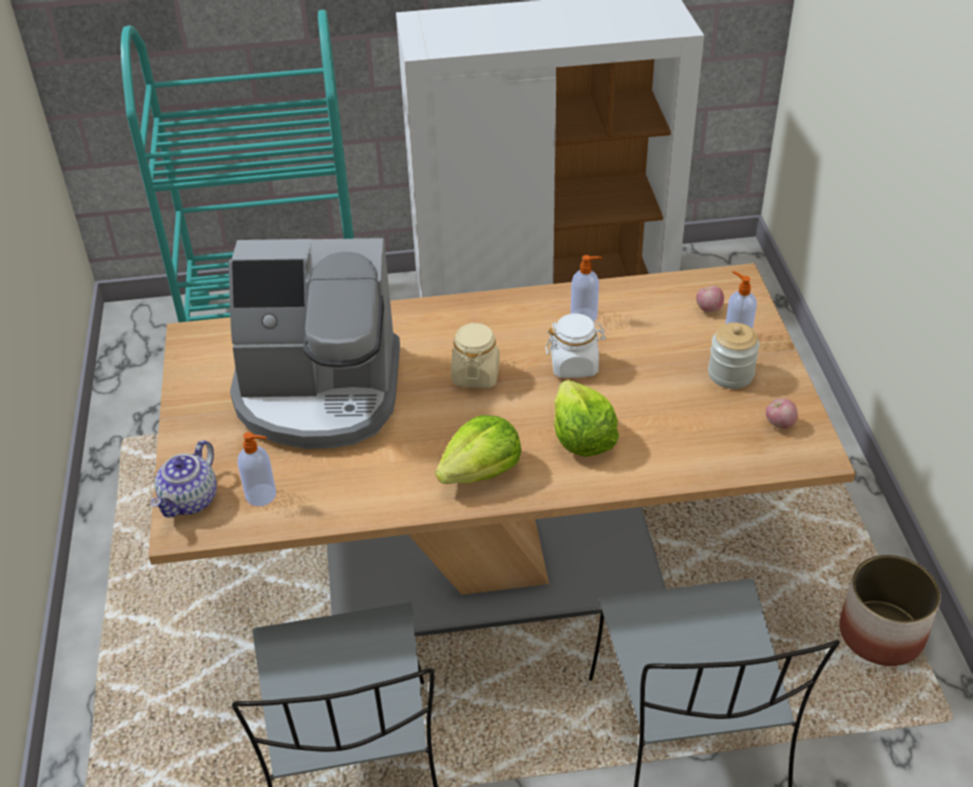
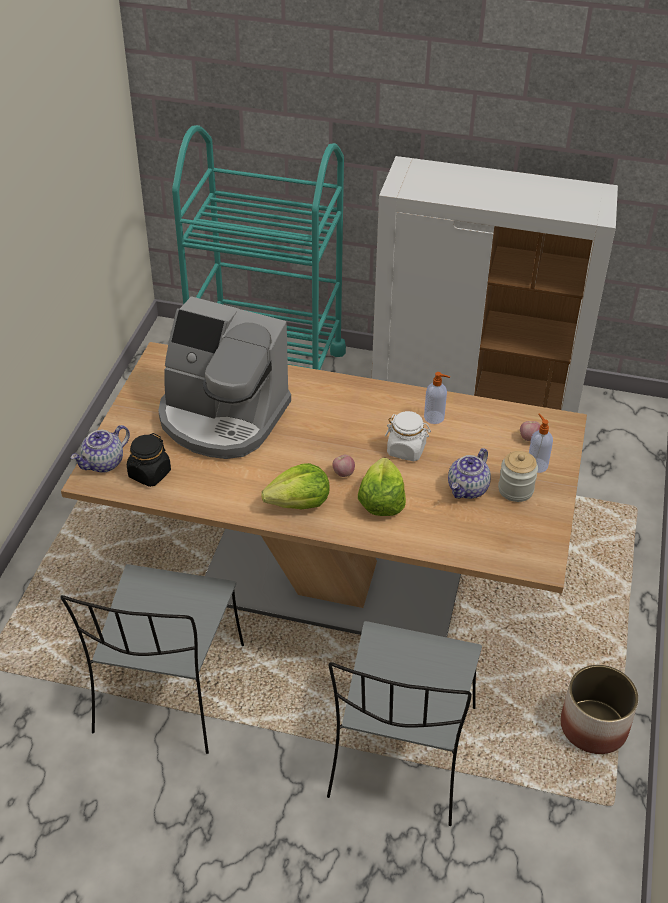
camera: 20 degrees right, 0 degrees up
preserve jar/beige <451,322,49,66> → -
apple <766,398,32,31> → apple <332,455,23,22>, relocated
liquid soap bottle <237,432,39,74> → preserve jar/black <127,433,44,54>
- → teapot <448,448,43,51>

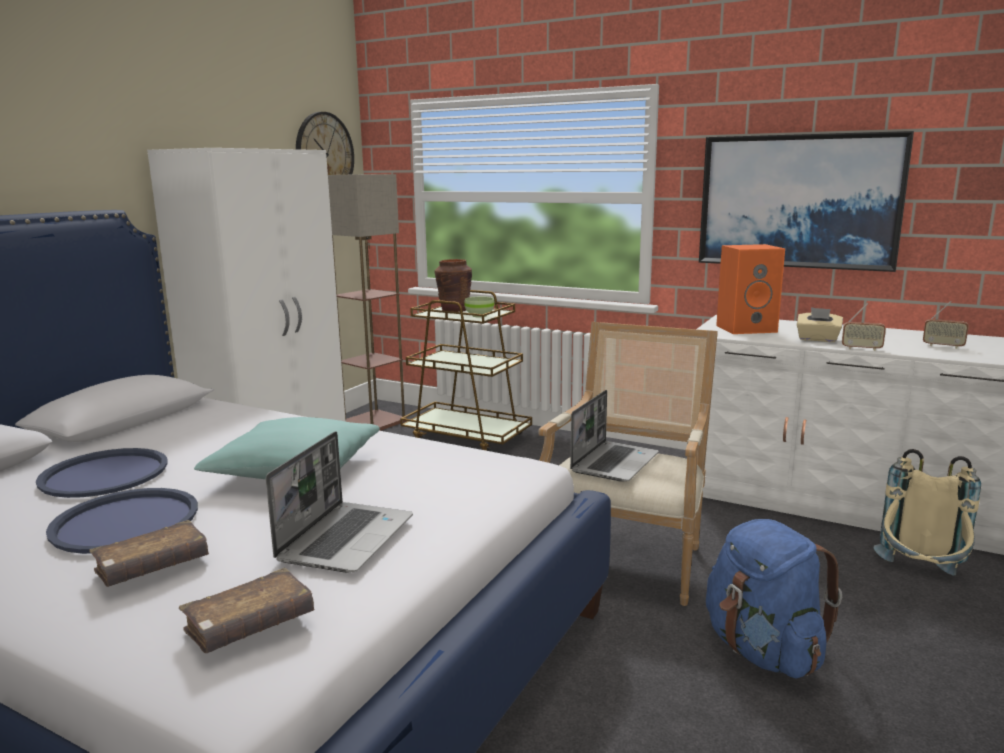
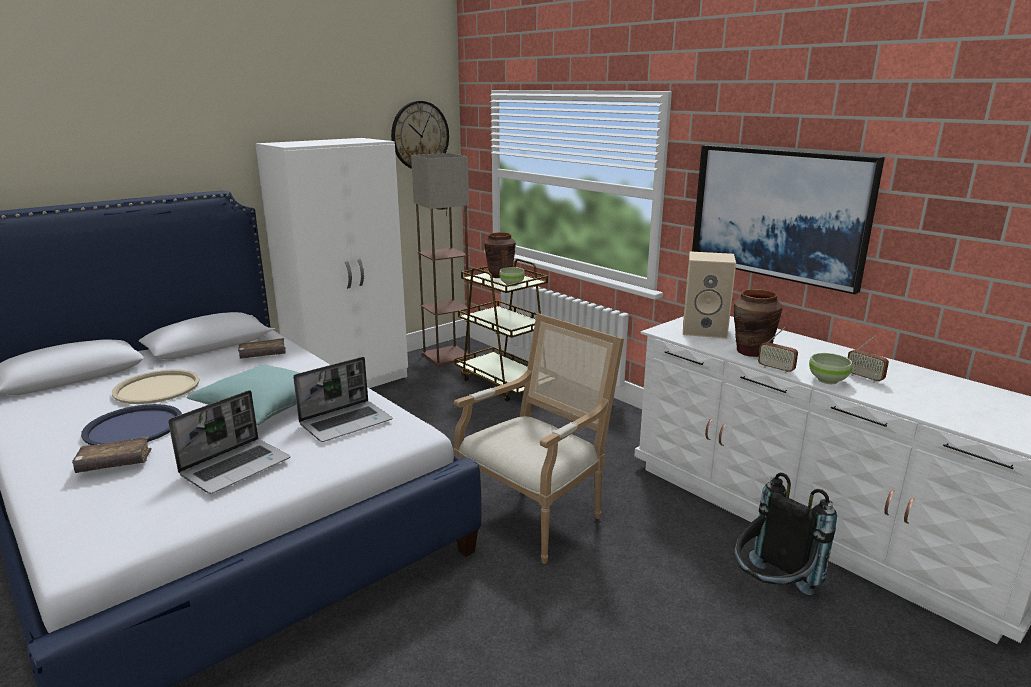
camera: 20 degrees right, 5 degrees up
loudspeaker/orangey <716,244,69,90> → loudspeaker/beige <683,251,53,87>
tissue box/beige <797,307,46,35> → decorative vase/brown <734,289,49,68>
portable computer <570,390,89,92> → portable computer <293,357,100,85>, relocated
tray/blue-coloured <36,448,132,50> → tray/beige <112,369,88,35>
rucksack/beige <873,449,108,126> → rucksack/black <735,473,102,122>
rucksack/blue-coloured <706,519,136,160> → -
volume/brown <179,568,135,85> → volume/brown <238,338,48,21>, relocated
- → bowl/green <809,353,44,31>

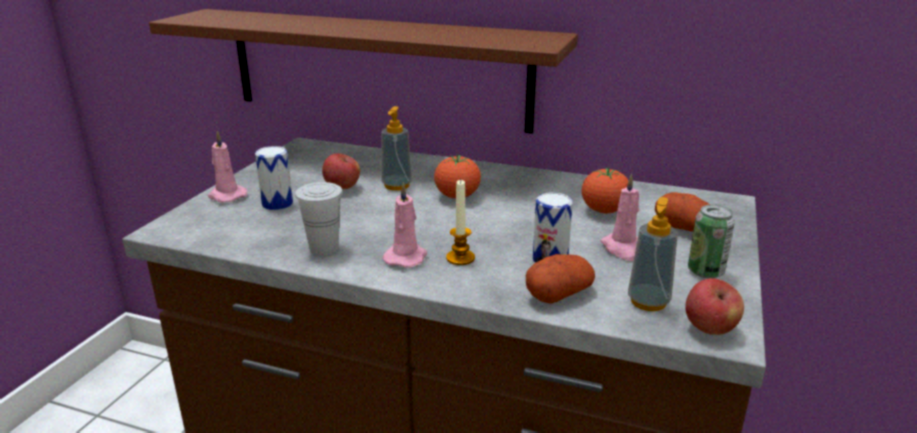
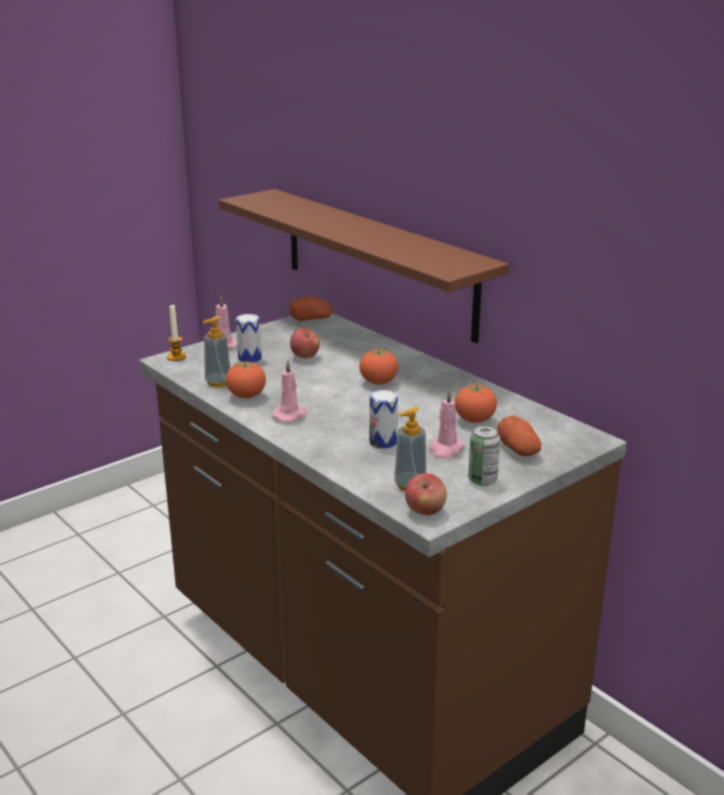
camera: 30 degrees right, 0 degrees up
liquid soap bottle <382,106,30,85> → liquid soap bottle <203,316,27,71>, relocated
wax candle <446,179,29,86> → wax candle <167,305,19,56>, relocated
drinking cup/white-coloured <295,182,48,74> → tomato <226,361,40,37>
whole potato <526,254,69,50> → whole potato <289,296,43,25>, relocated

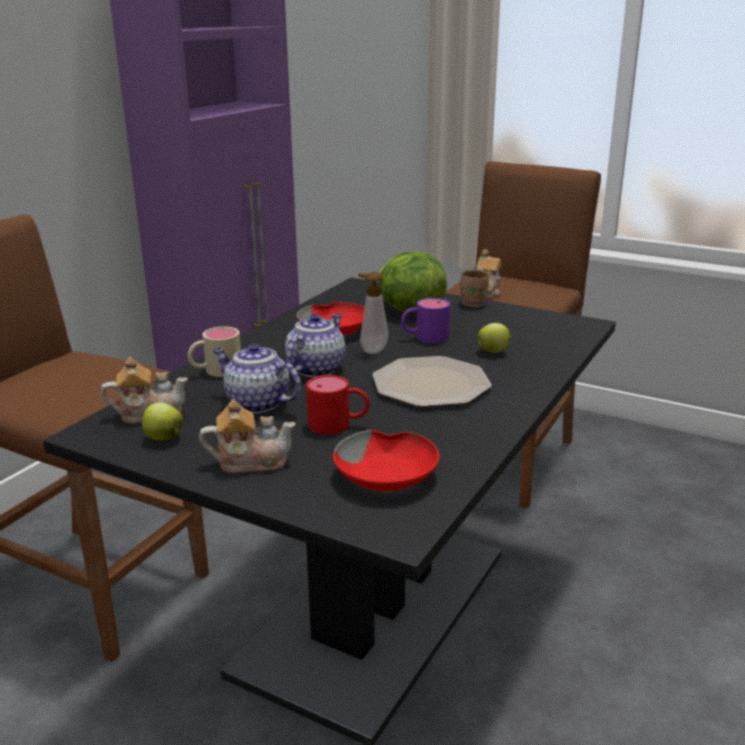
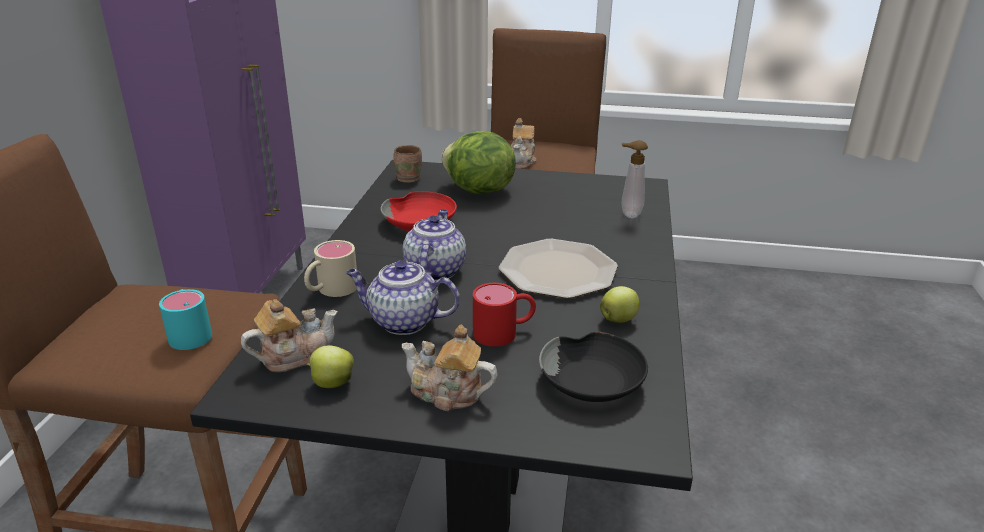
camera: 20 degrees left, 5 degrees up
mug/brown <460,270,29,37> → mug/brown <393,145,29,38>, relocated
liquid soap bottle <358,272,30,82> → liquid soap bottle <622,140,26,78>, relocated
mug/purple-coloured <401,298,49,45> → -
apple <477,323,35,30> → apple <600,286,39,37>, relocated
teapot <199,399,97,74> → teapot <402,325,96,86>, 135 degrees counterclockwise
bowl/red-coloured <333,430,107,62> → bowl/black <539,332,109,70>
- → mug/turquoise <159,289,53,61>

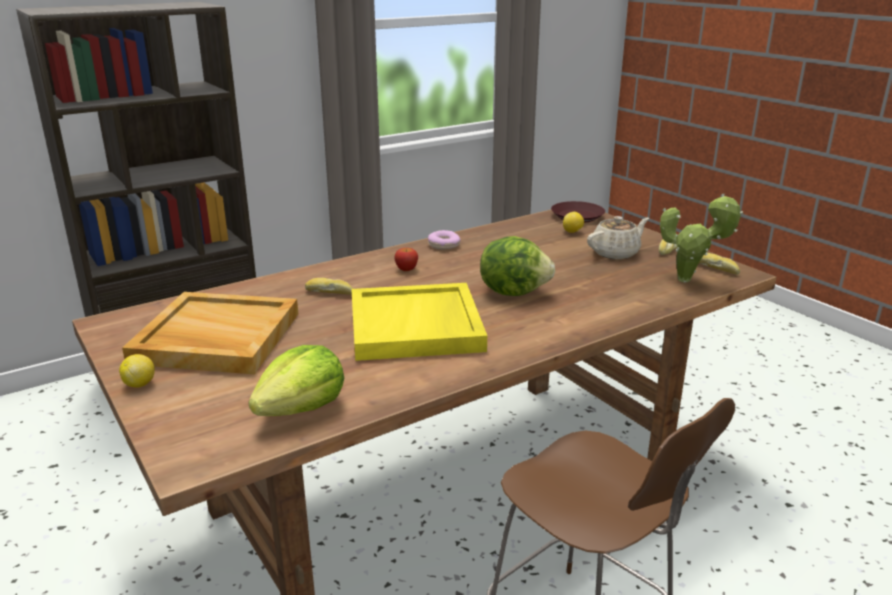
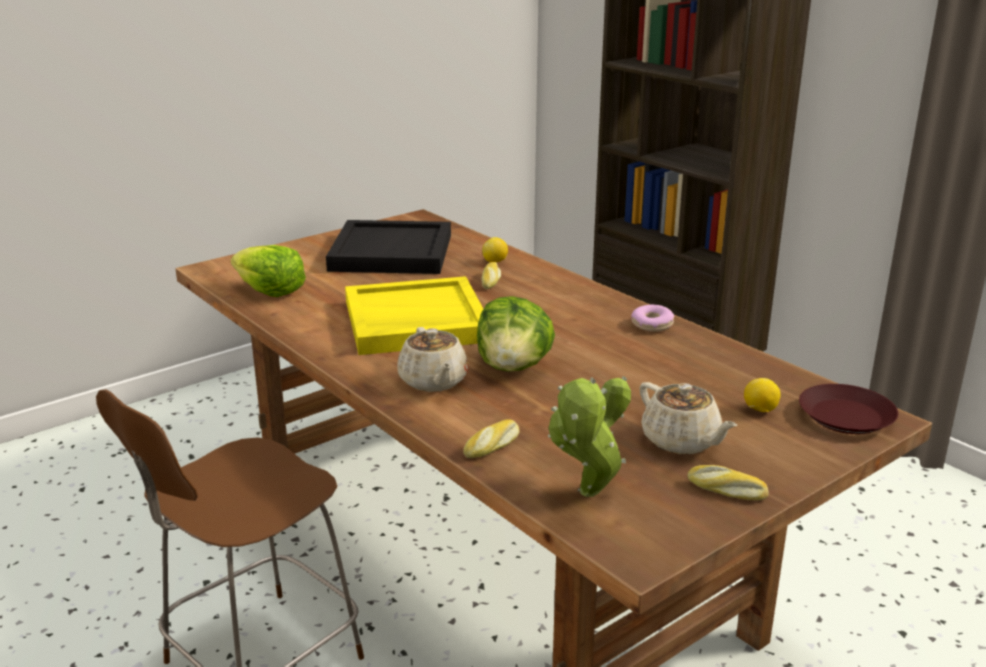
camera: 85 degrees right, 0 degrees up
apple <394,248,24,23> → -
bread <699,253,41,22> → bread <463,419,57,39>, relocated
tray/beige <122,292,176,82> → tray/black <326,220,125,54>
whole lemon <119,354,36,34> → whole lemon <482,237,26,26>, relocated
- → teapot/beige <397,327,71,65>

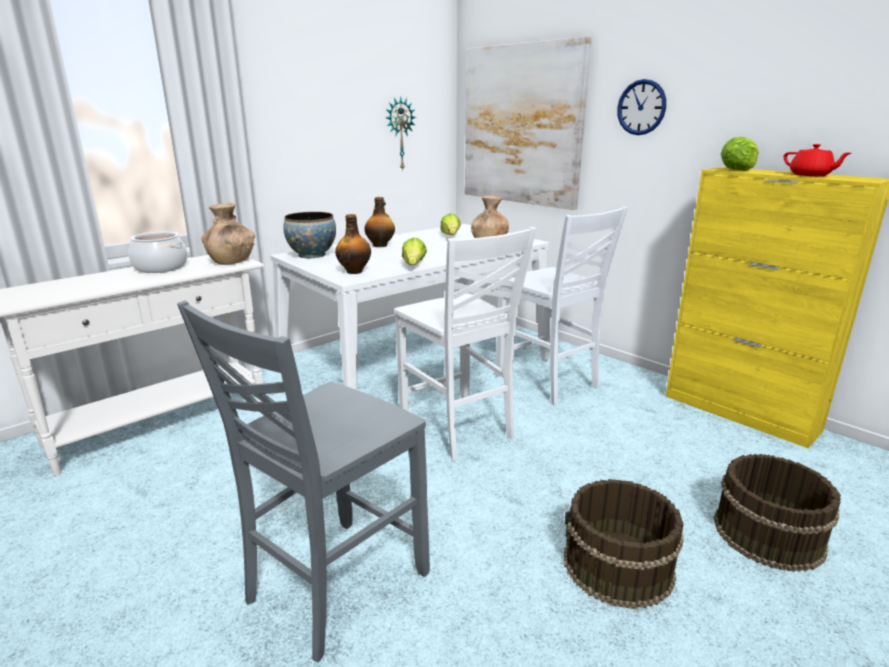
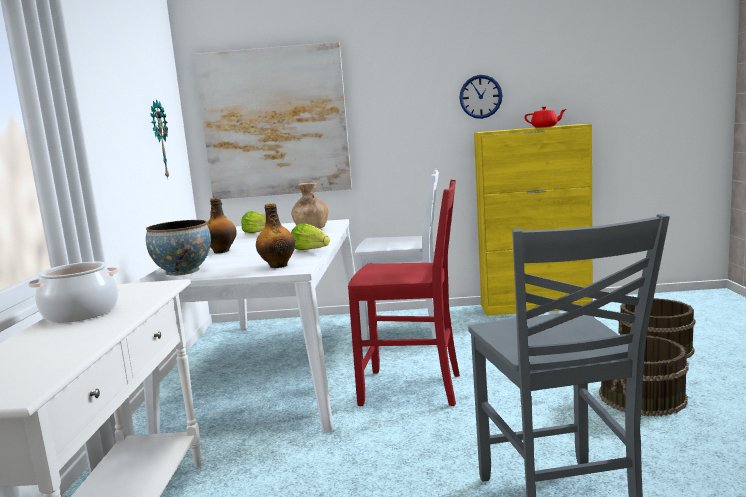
camera: 45 degrees left, 10 degrees down
clock on the wall <617,79,49,56> → clock on the wall <459,75,43,44>, relocated
lettuce <720,137,38,34> → -
decorative vase/brown <201,203,54,62> → -
upright chair/white-coloured <394,227,142,233> → upright chair/red-coloured <348,180,112,226>

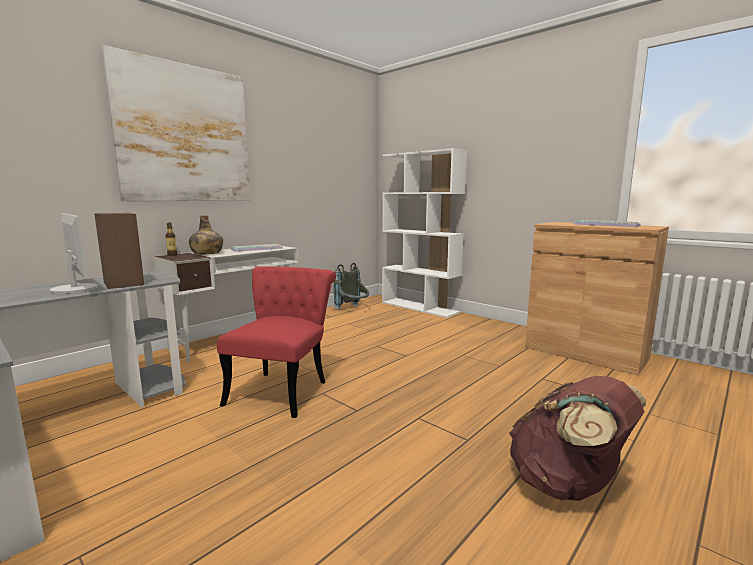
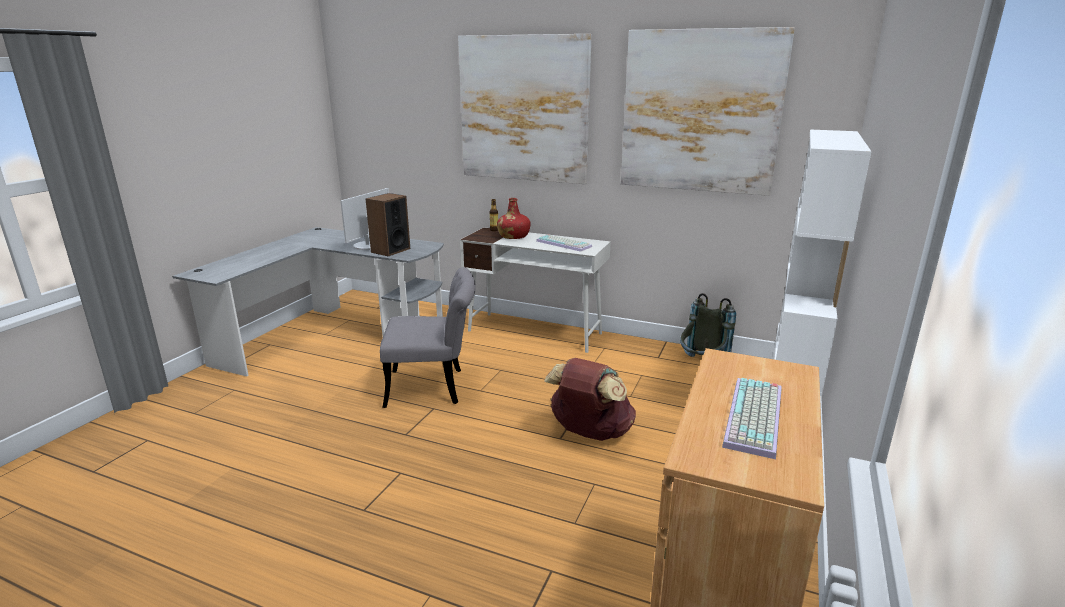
camera: 70 degrees right, 10 degrees up
bottle/green <189,215,34,40> → bottle/red-coloured <497,198,33,41>
upright chair/red-coloured <217,266,119,152> → upright chair/grey <380,267,96,141>
rucksack/brown <509,376,137,125> → rucksack/brown <544,358,92,83>, relocated
- → picture <621,27,174,169>

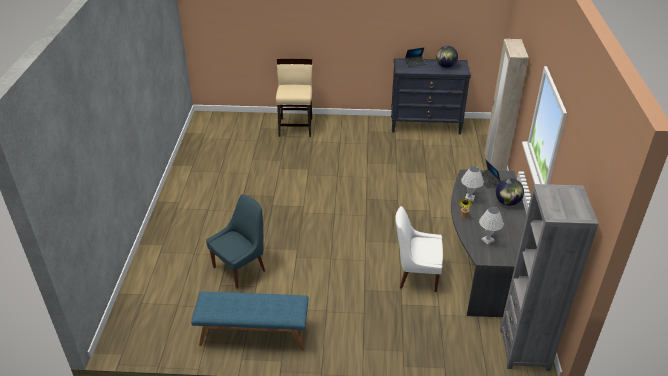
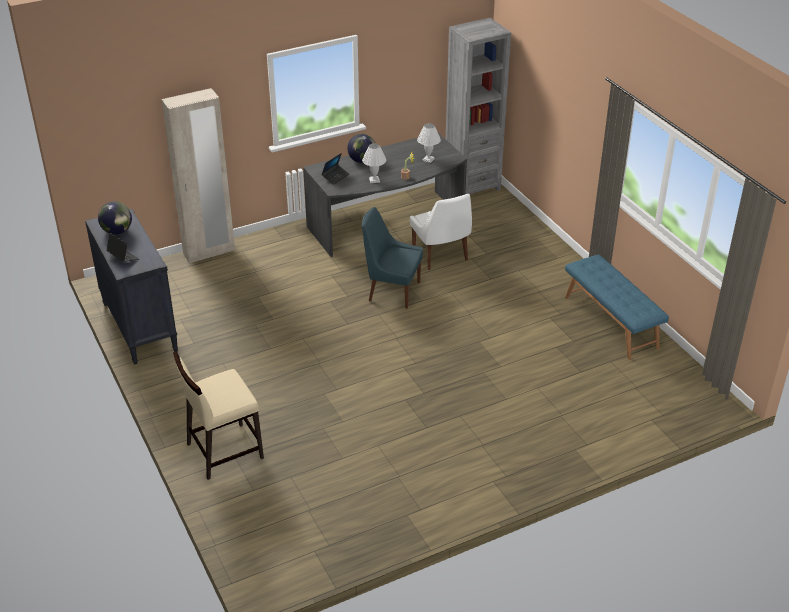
camera: 120 degrees left, 0 degrees up
upright chair/blue-coloured <206,194,59,95> → upright chair/blue-coloured <362,207,61,102>, relocated

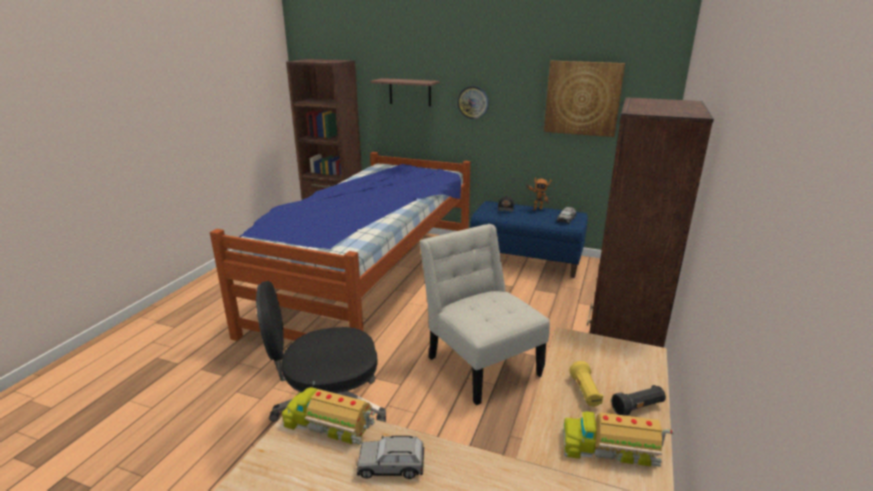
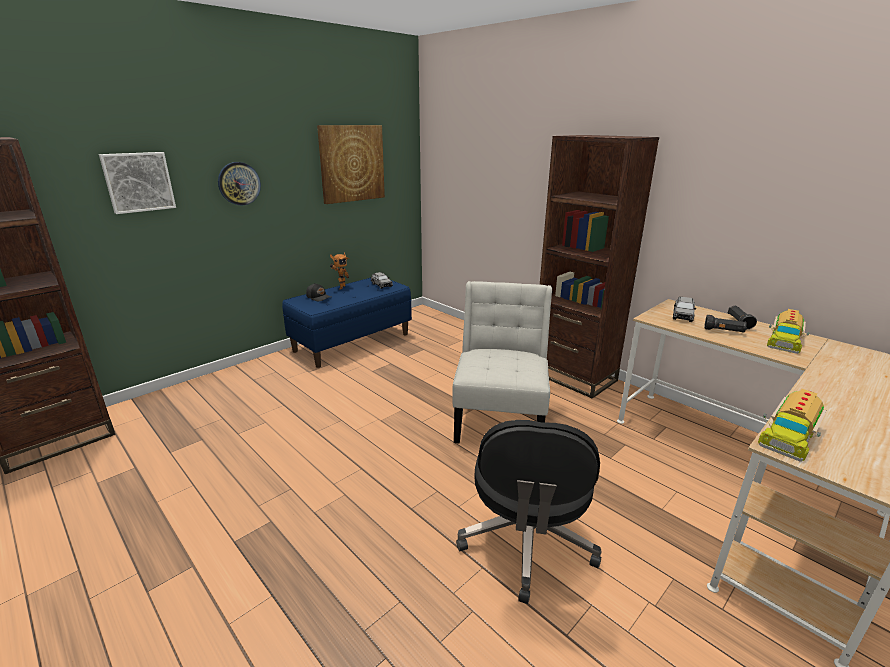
camera: 65 degrees left, 0 degrees up
bracket shelf <370,78,70,29> → picture <99,152,77,62>
sleeping bed <210,152,261,189> → -
upright chair/white-coloured <419,224,131,181> → upright chair/white-coloured <452,281,100,162>, 105 degrees clockwise
torch/yellow <570,361,33,46> → torch/black <704,315,43,18>
model car/grey <357,436,67,43> → model car/grey <673,297,23,25>, relocated

